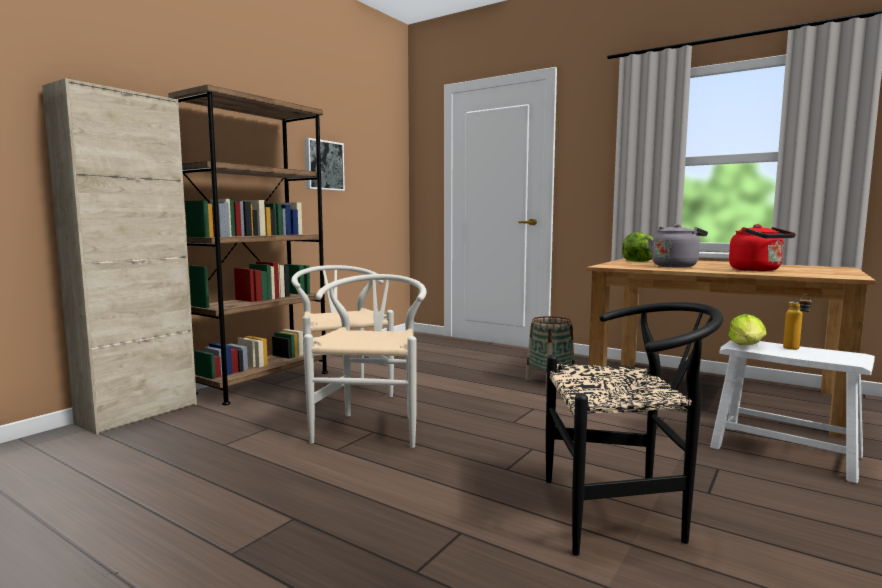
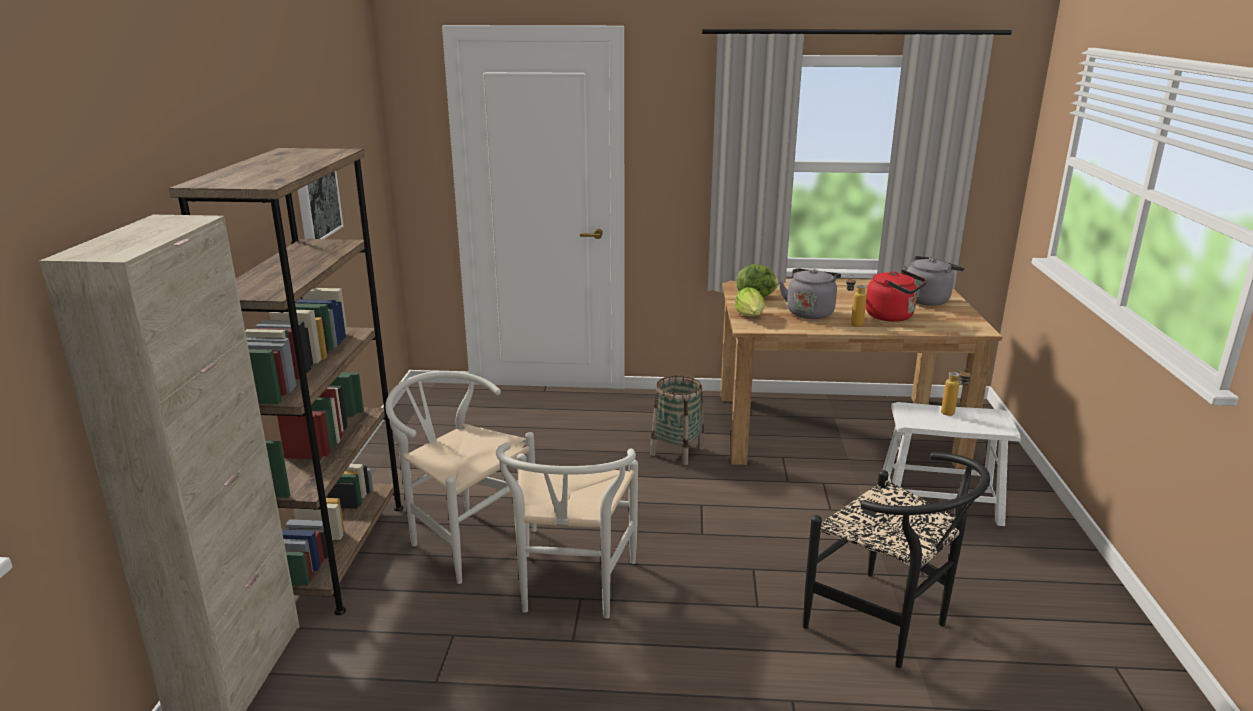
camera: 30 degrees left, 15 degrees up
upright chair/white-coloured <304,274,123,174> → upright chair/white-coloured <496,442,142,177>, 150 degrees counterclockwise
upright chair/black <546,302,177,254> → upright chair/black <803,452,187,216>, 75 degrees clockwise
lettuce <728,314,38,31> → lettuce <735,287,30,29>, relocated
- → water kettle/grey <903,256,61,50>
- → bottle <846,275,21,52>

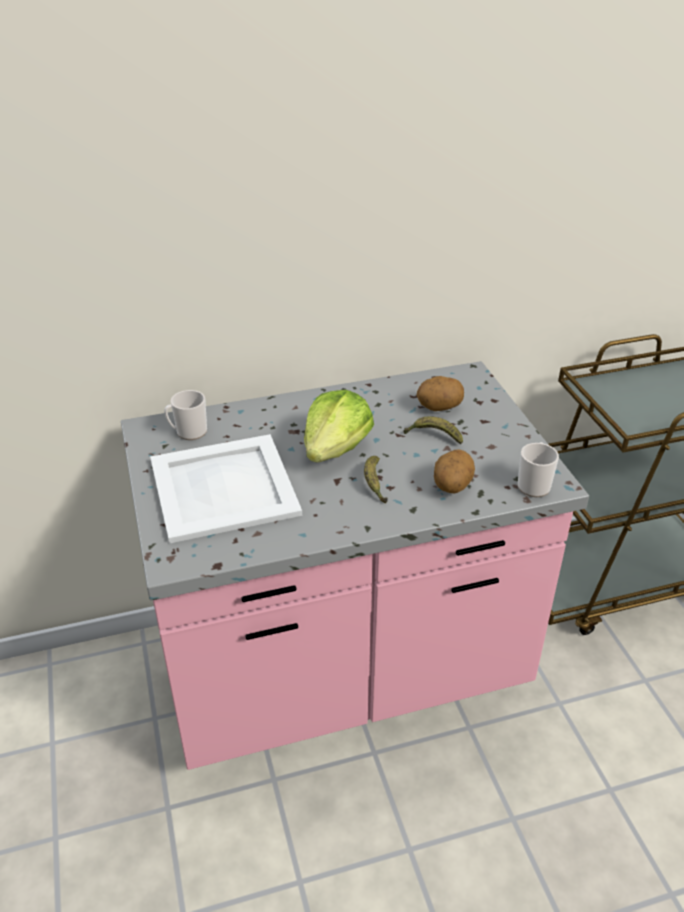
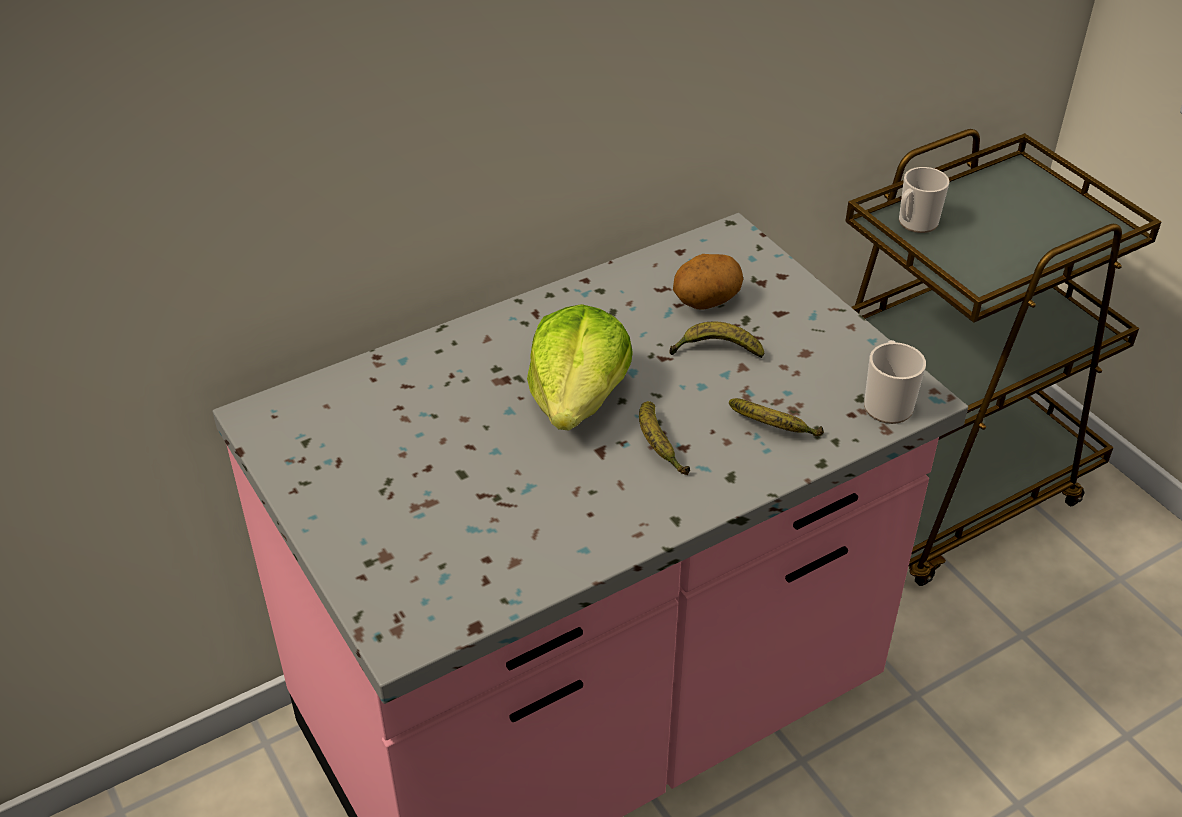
camera: 15 degrees left, 5 degrees up
mug <164,390,43,50> → mug <899,167,50,66>, relocated
tray/white-coloured <150,434,152,110> → -
whole potato <434,449,41,44> → banana fruit <729,398,95,38>

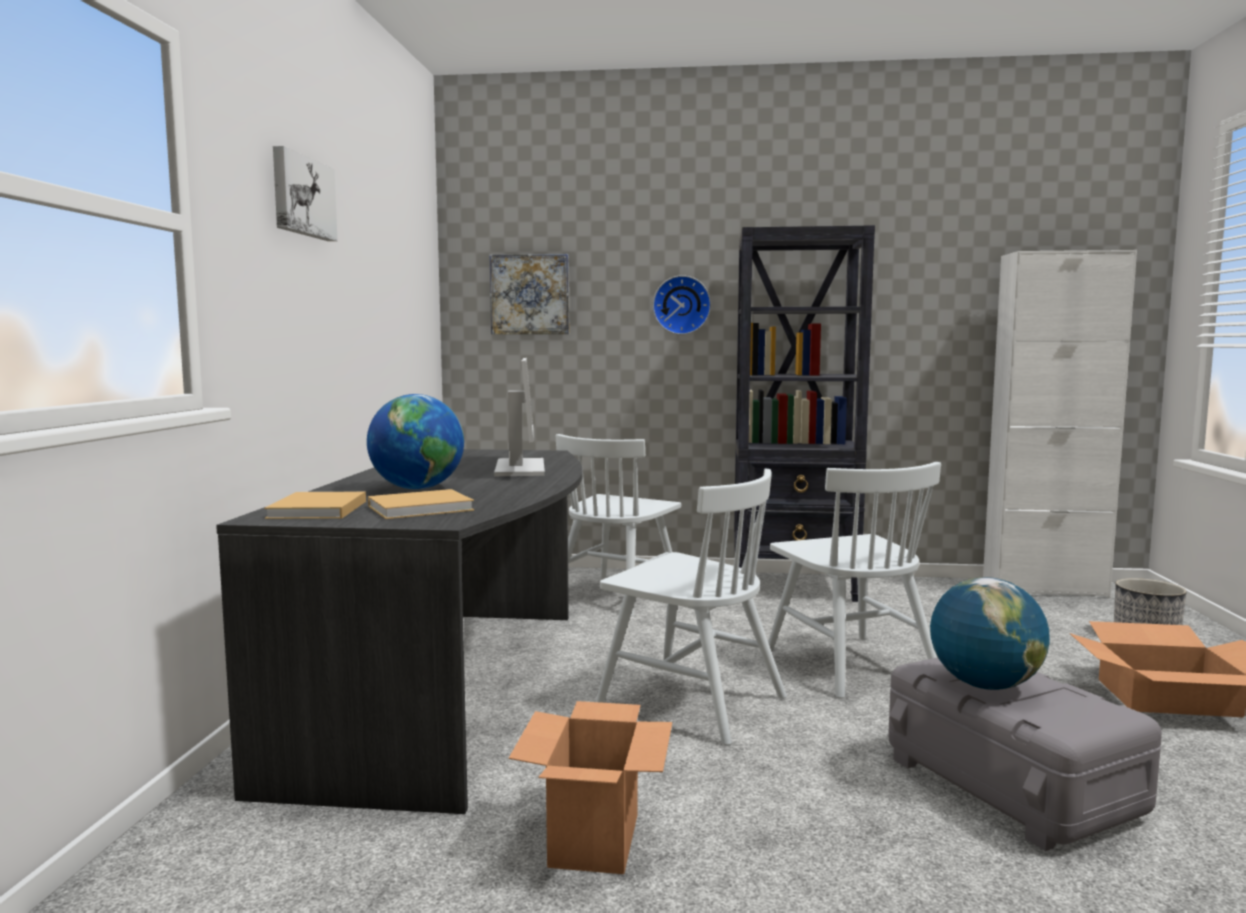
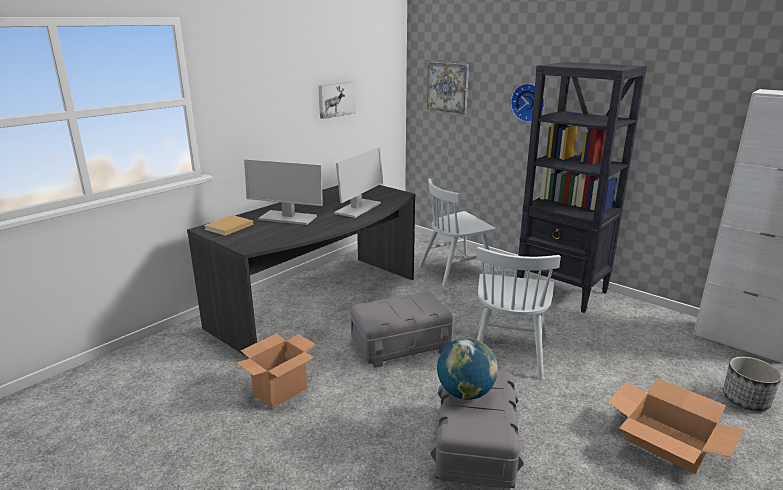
camera: 35 degrees right, 15 degrees up
picture <273,146,65,95> → picture <318,82,38,37>, relocated
globe <367,394,97,96> → computer screen <244,159,79,66>
upright chair/white-coloured <596,469,191,277> → storage box/grey <350,292,103,76>
volume/beige <368,489,106,30> → -

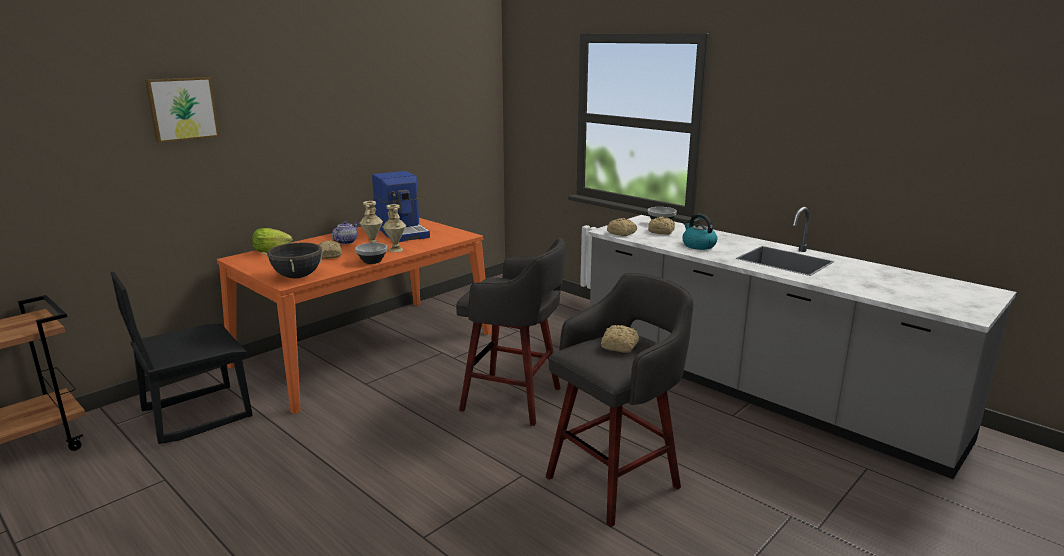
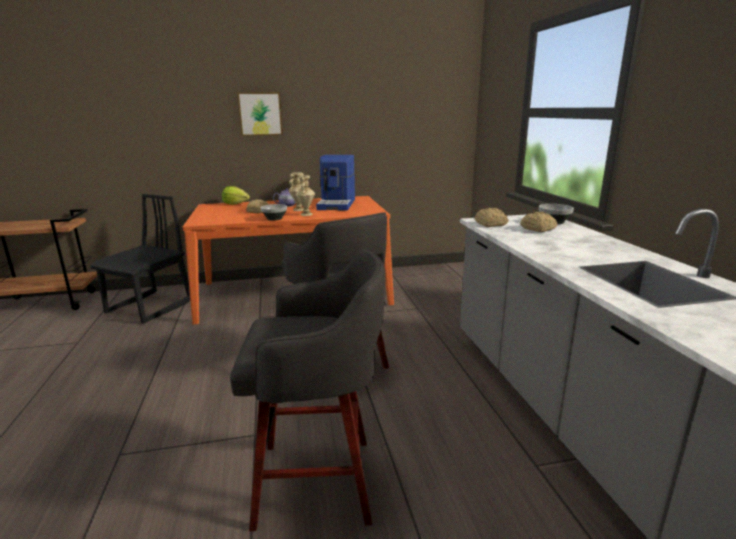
camera: 35 degrees right, 0 degrees up
picture <145,77,74,66> → picture <237,92,46,44>, relocated
water kettle <682,214,35,36> → -
saucepot/black <261,242,67,36> → -
upright chair/black <111,272,142,172> → upright chair/black <90,194,100,130>, 120 degrees clockwise
bread <601,325,38,28> → -

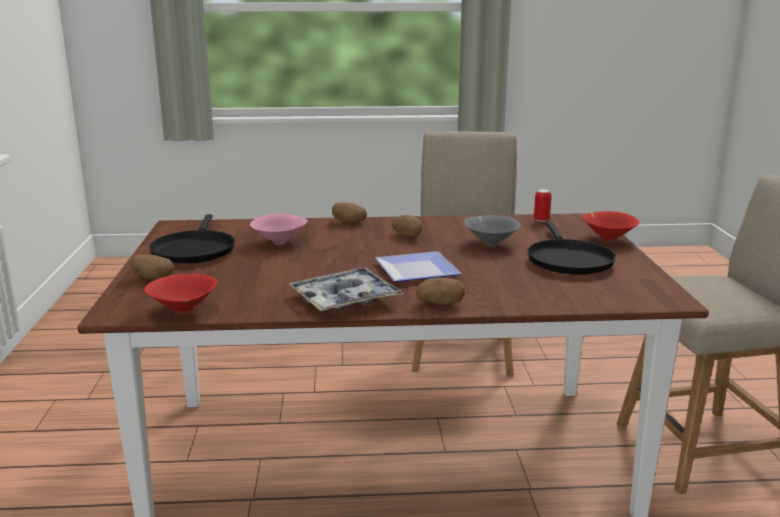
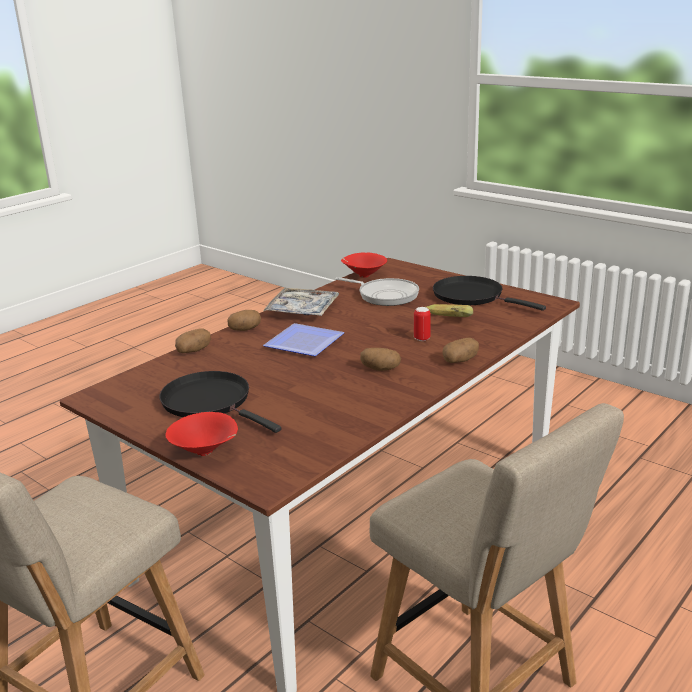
camera: 135 degrees right, 5 degrees up
can <534,189,17,33> → can <414,307,17,34>, relocated
bowl/pink-coloured <250,214,58,30> → banana fruit <426,304,47,13>
bowl/grey <464,215,57,31> → -
whole potato <130,254,44,26> → whole potato <175,328,36,25>, relocated
- → skillet <335,277,84,29>

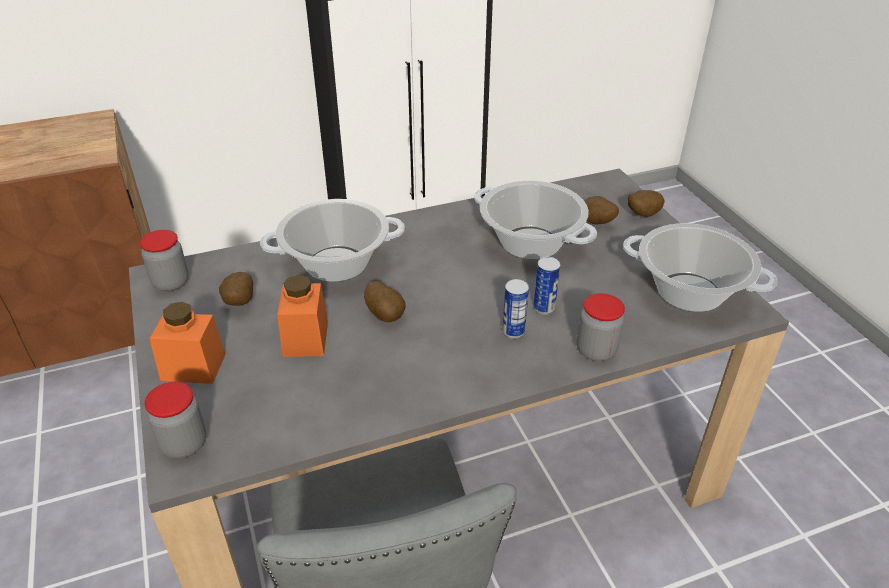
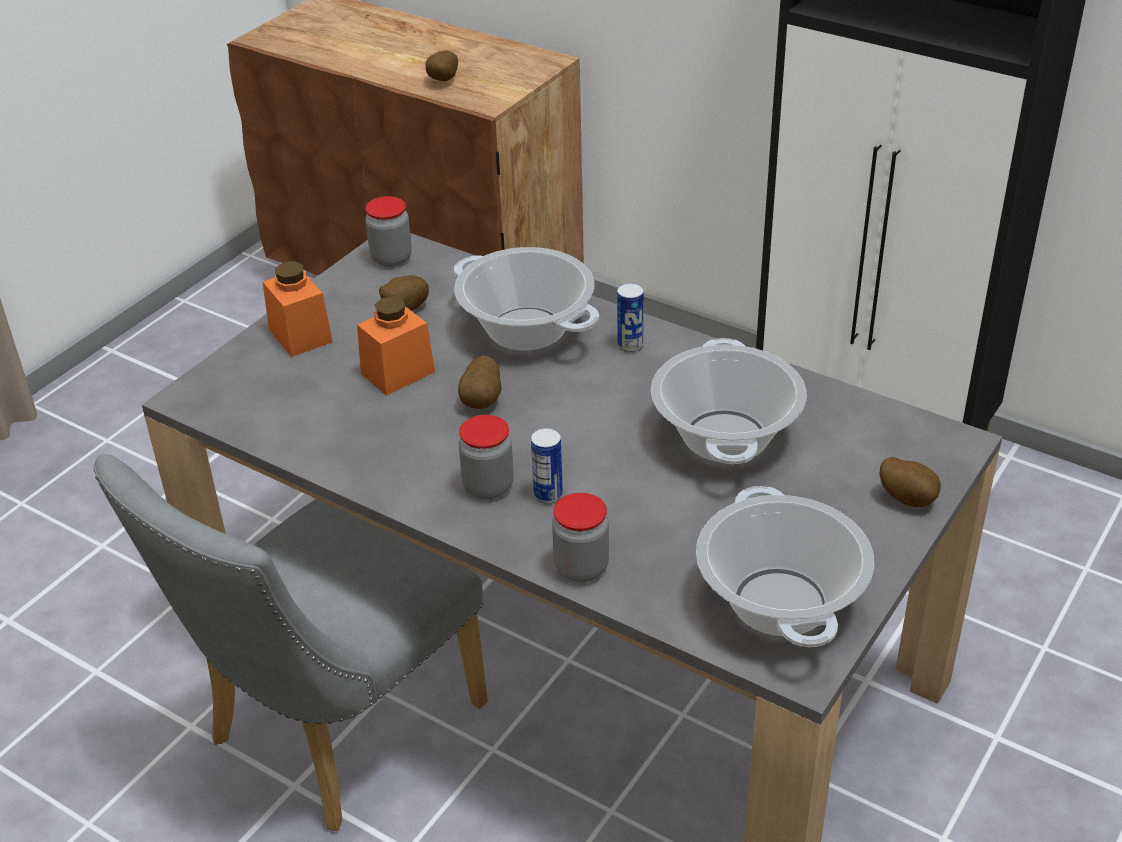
camera: 55 degrees right, 0 degrees up
whole potato <584,196,35,28> → whole potato <426,51,32,30>, relocated
can <533,257,27,58> → can <617,283,27,70>, relocated
preserve jar <145,382,61,76> → preserve jar <459,415,55,84>, relocated

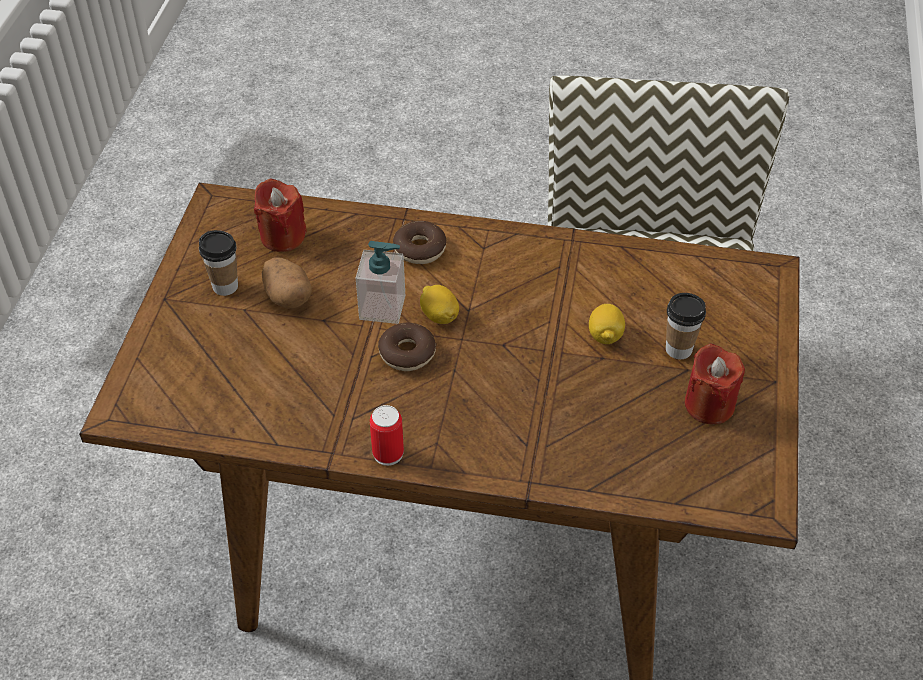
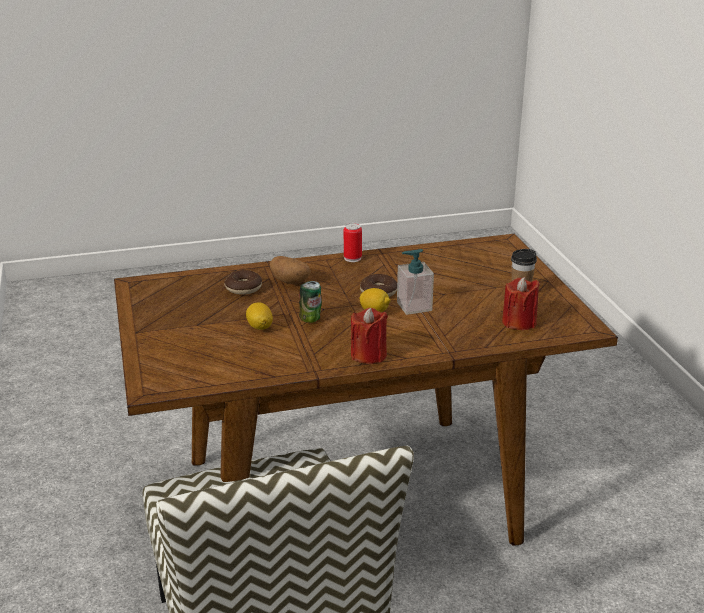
camera: 155 degrees right, 20 degrees down
doughnut <393,221,53,43> → doughnut <224,270,38,25>, relocated
whole potato <262,258,50,51> → whole potato <270,256,41,28>, relocated
drinking cup <666,293,40,66> → -
wax candle/red-coloured <685,343,60,81> → wax candle/red-coloured <351,308,37,56>, relocated
- → can <299,281,23,42>

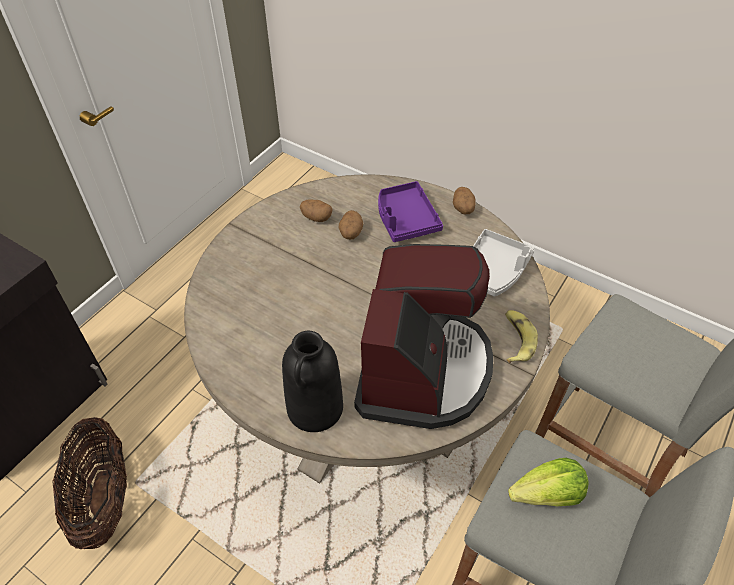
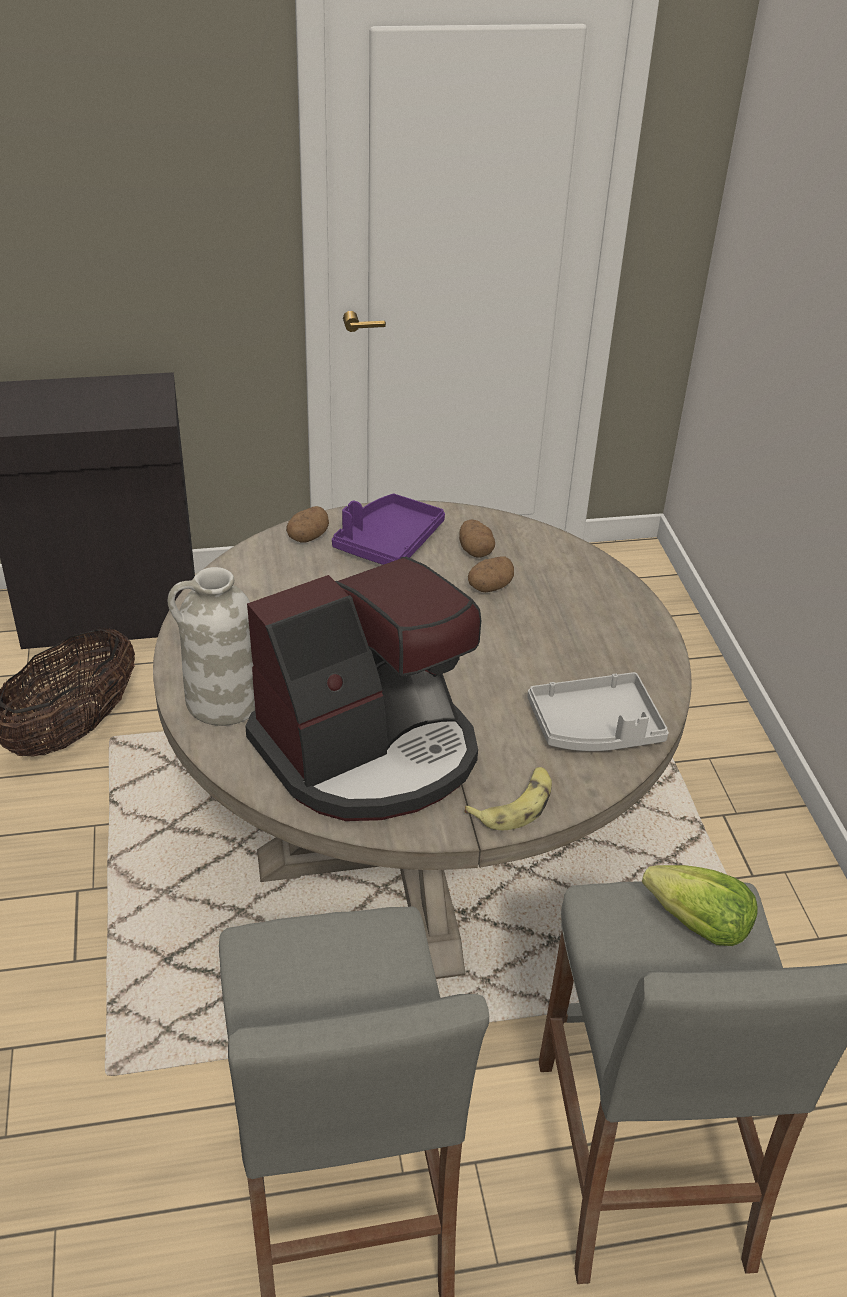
camera: 45 degrees right, 10 degrees down
tray/purple-coloured <378,181,65,61> → tray/purple-coloured <332,494,113,71>, relocated
whole potato <453,187,23,27> → whole potato <286,506,43,37>, relocated
decorative vase/black <282,331,61,101> → decorative vase/white-coloured <168,567,87,159>
lettuce <508,458,81,48> → lettuce <642,865,116,81>, relocated

